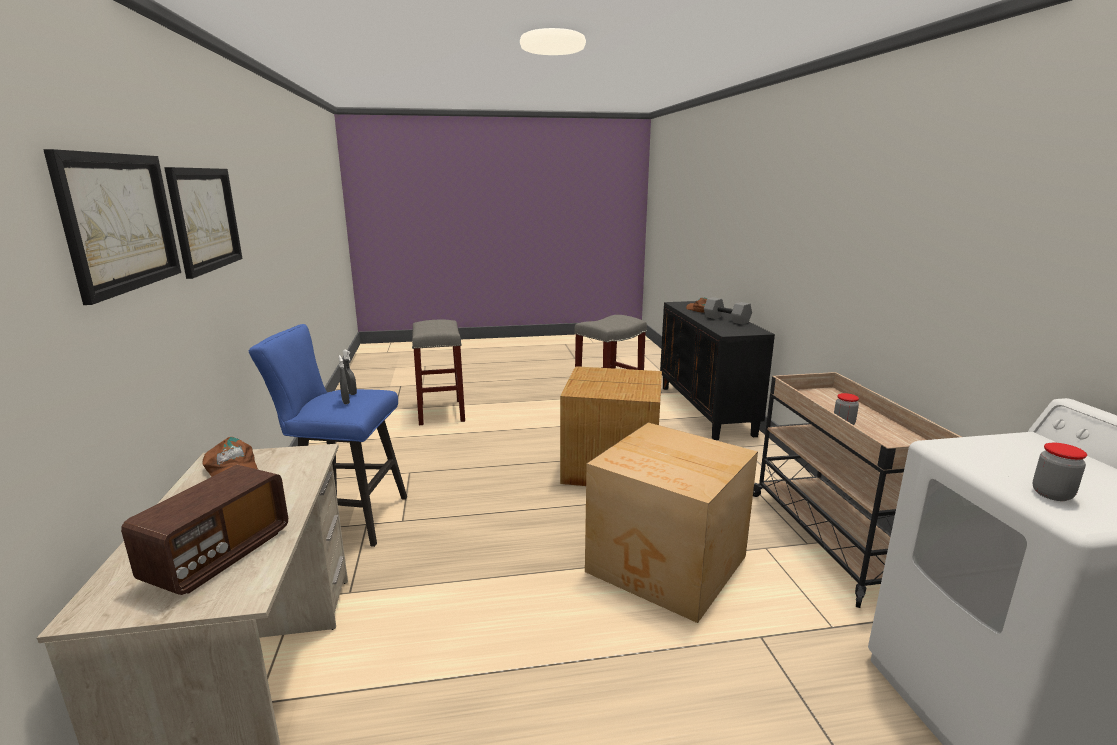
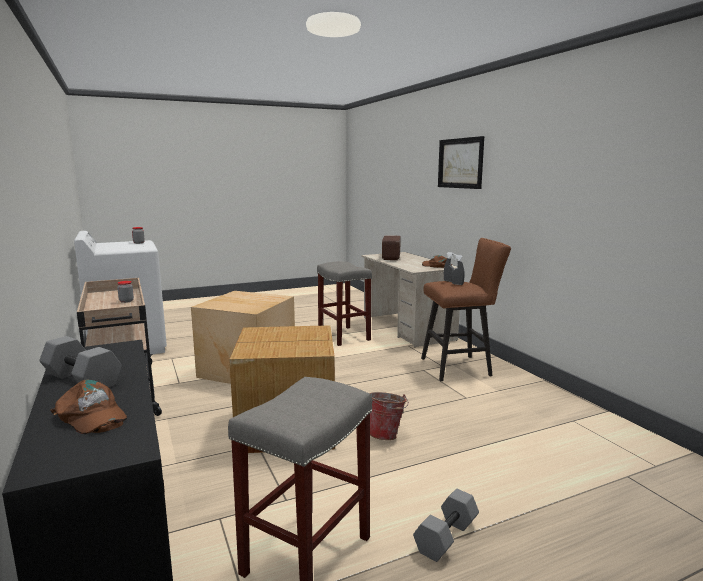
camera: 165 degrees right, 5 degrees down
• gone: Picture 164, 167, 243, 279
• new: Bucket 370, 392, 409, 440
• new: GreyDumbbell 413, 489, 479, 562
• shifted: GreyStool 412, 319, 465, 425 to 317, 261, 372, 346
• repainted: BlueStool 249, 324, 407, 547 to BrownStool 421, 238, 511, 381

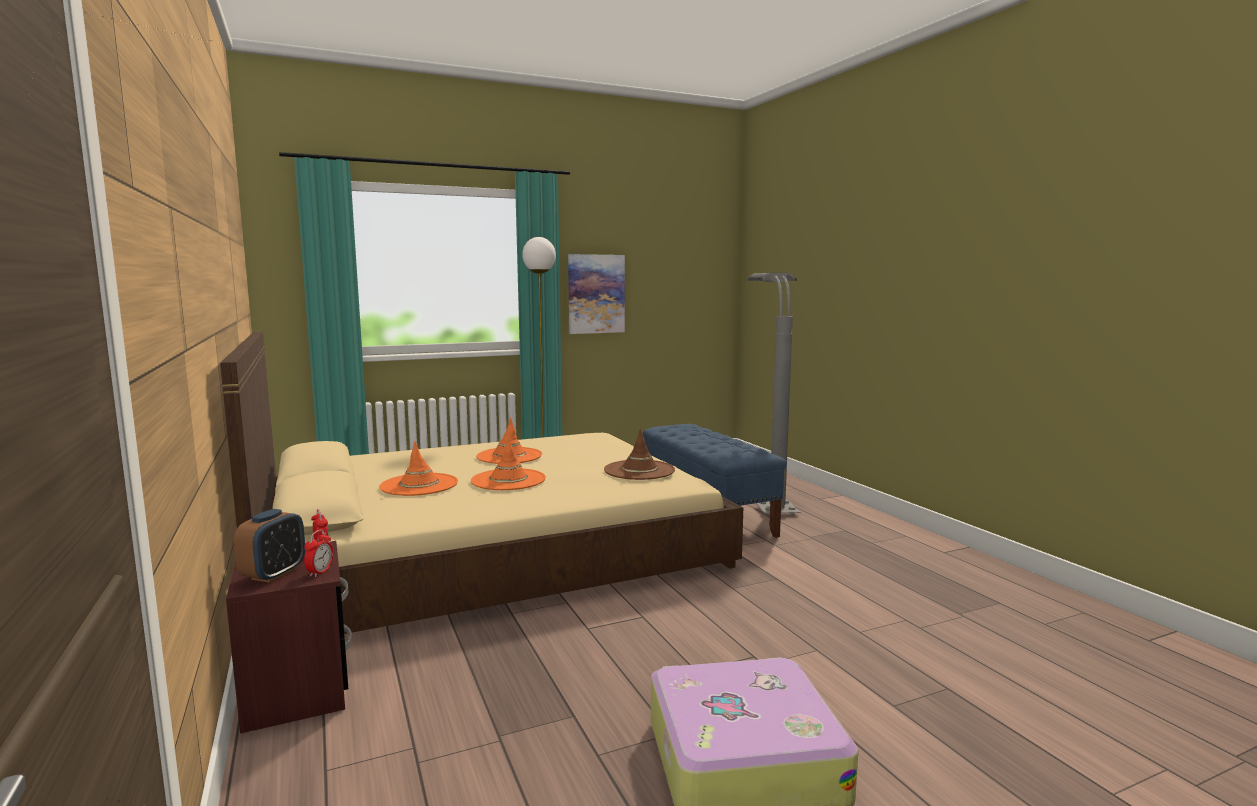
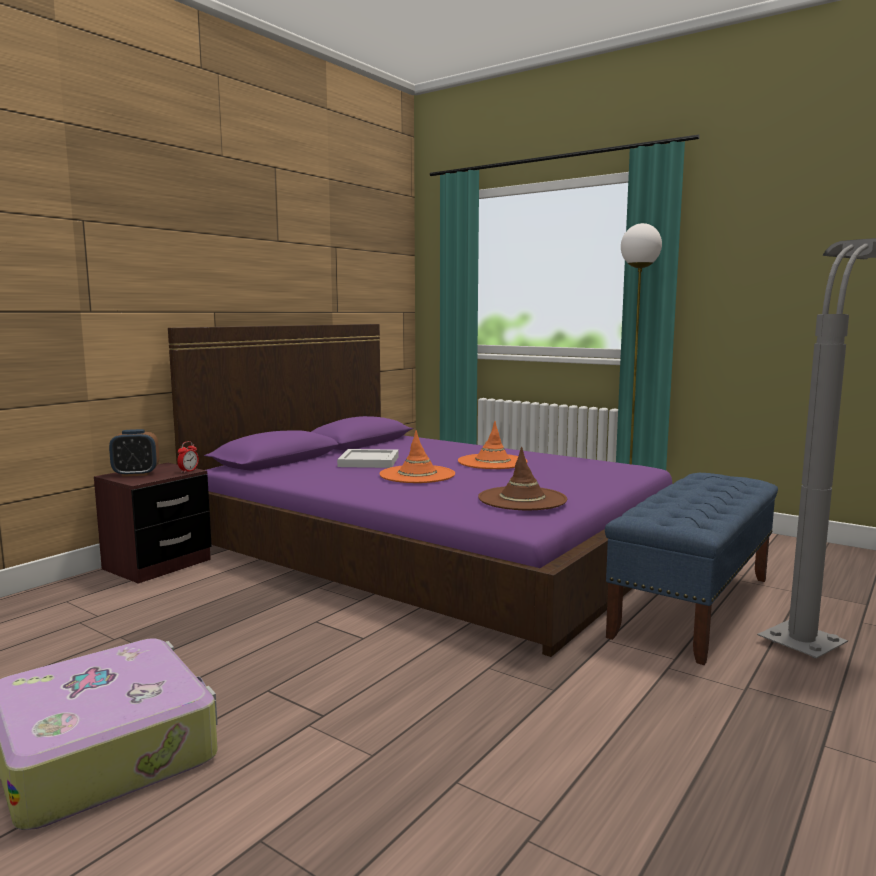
camera: 60 degrees right, 0 degrees up
• gone: AlarmClock 304, 530, 333, 577
• gone: Picture 568, 254, 625, 334
• swapped: OrangeHat 379, 441, 458, 496 to WhiteTray 337, 449, 399, 468
• repainted: BeigeBed 220, 332, 743, 634 to PurpleBed 168, 324, 673, 657

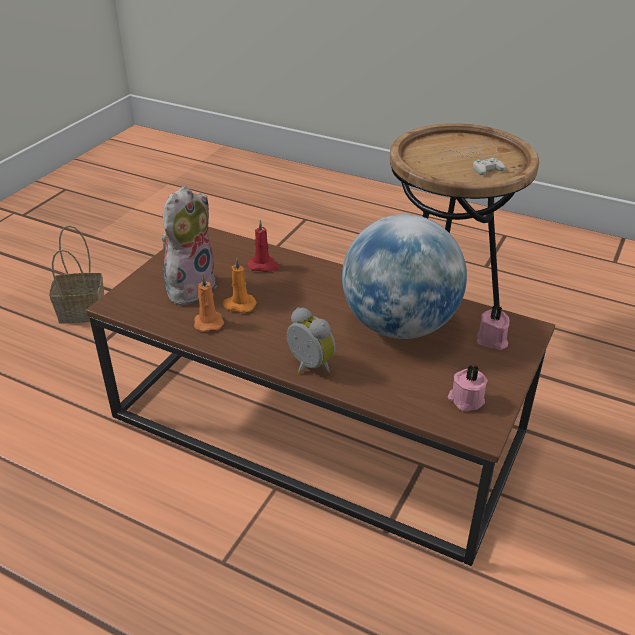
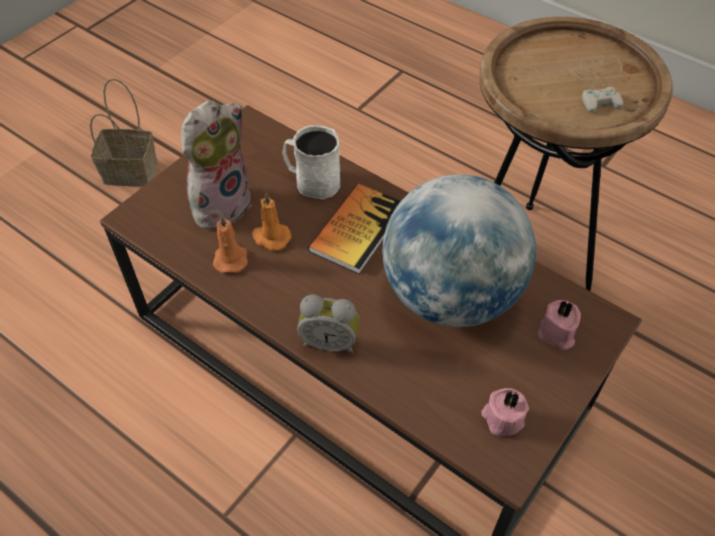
camera: 10 degrees right, 15 degrees up
• new: Book 308, 184, 401, 274
• swapped: RedCandle 247, 220, 280, 272 to WhiteMug 282, 125, 340, 200
• rotated: AlarmClock 287, 307, 336, 373 = 297, 294, 360, 354 135 degrees clockwise

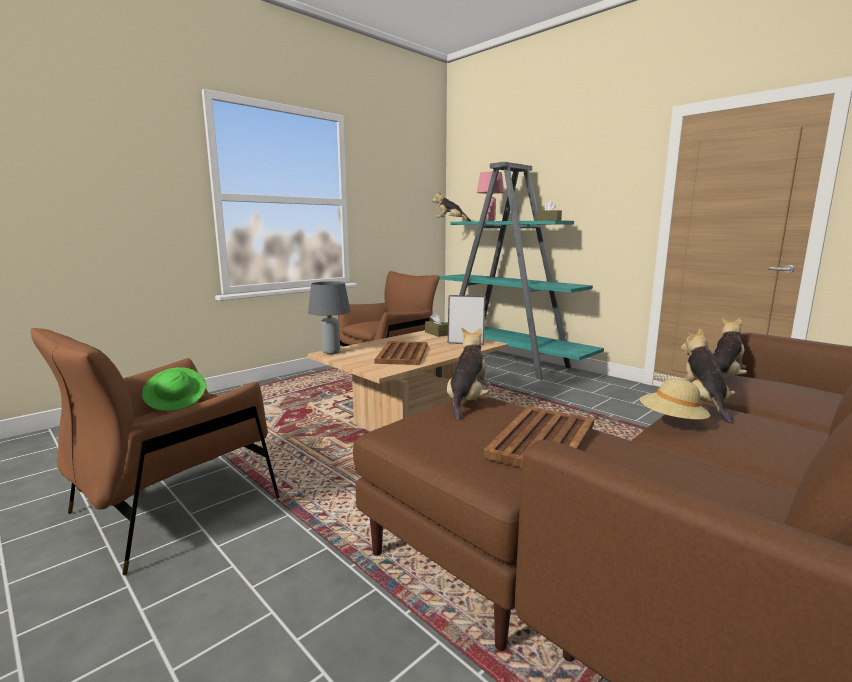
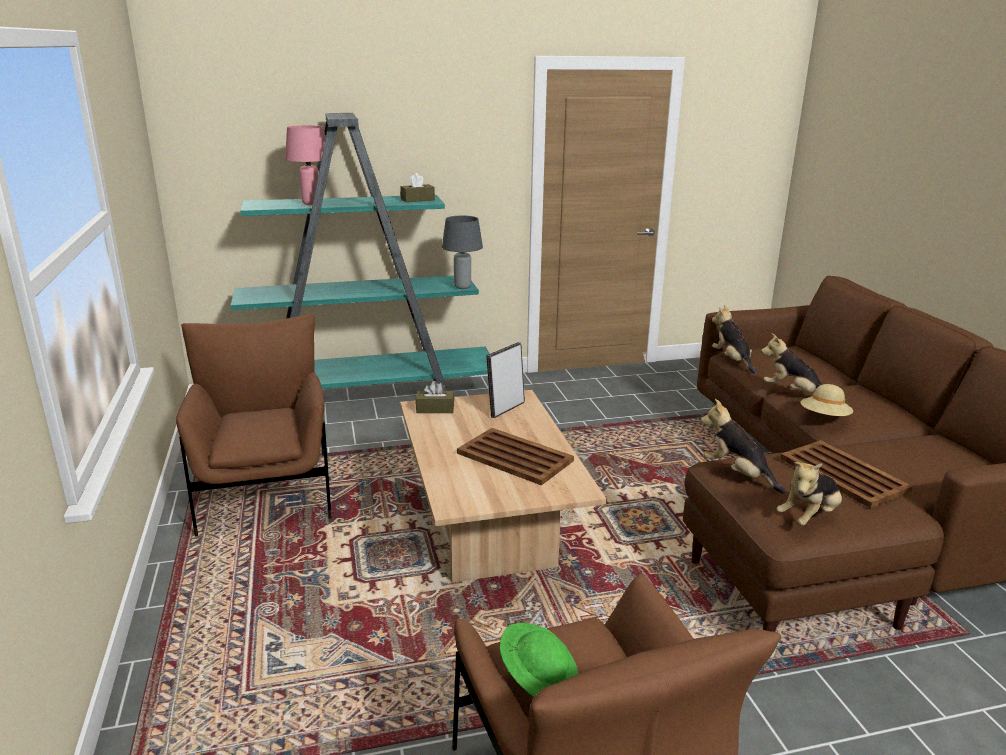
camera: 60 degrees left, 10 degrees up
• shifted: GreyTableLamp 308, 281, 351, 355 to 442, 215, 483, 289
• shifted: PlushToy 432, 191, 471, 221 to 777, 462, 842, 526

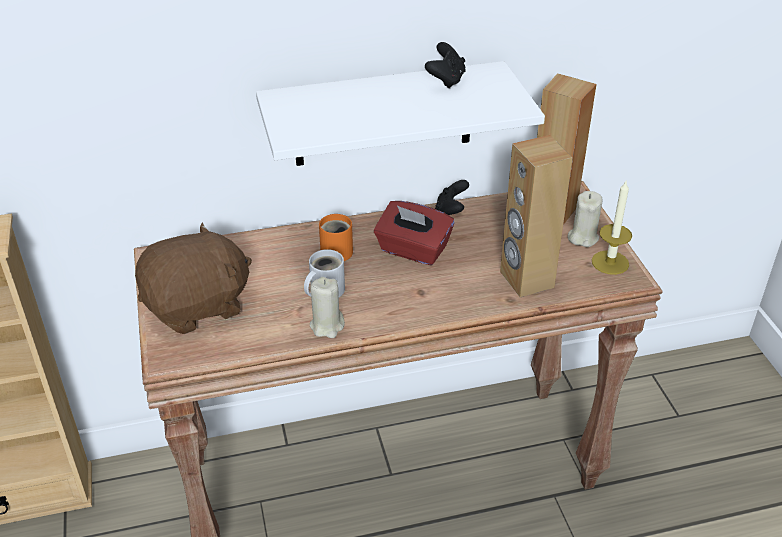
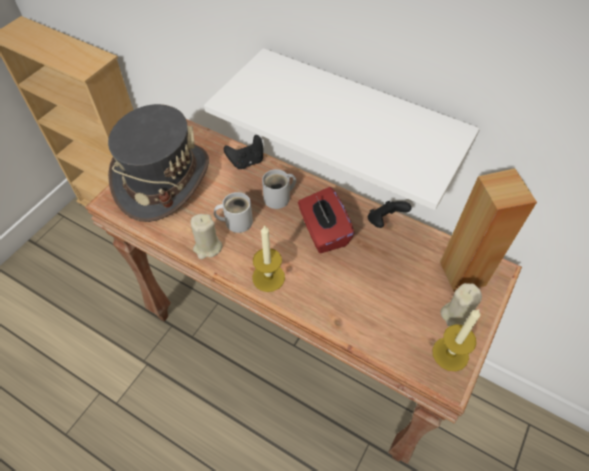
camera: 45 degrees right, 15 degrees up
• gone: BrownSpeaker 500, 135, 573, 297
• new: Candle 252, 225, 285, 292
• shifted: BlackGameController 425, 42, 466, 89 to 224, 135, 263, 169
• swapped: BrownPlushToy 135, 222, 252, 334 to GreyHat 108, 104, 209, 222
• repainted: OrangeMug 319, 214, 353, 261 to WhiteMug 262, 169, 296, 209

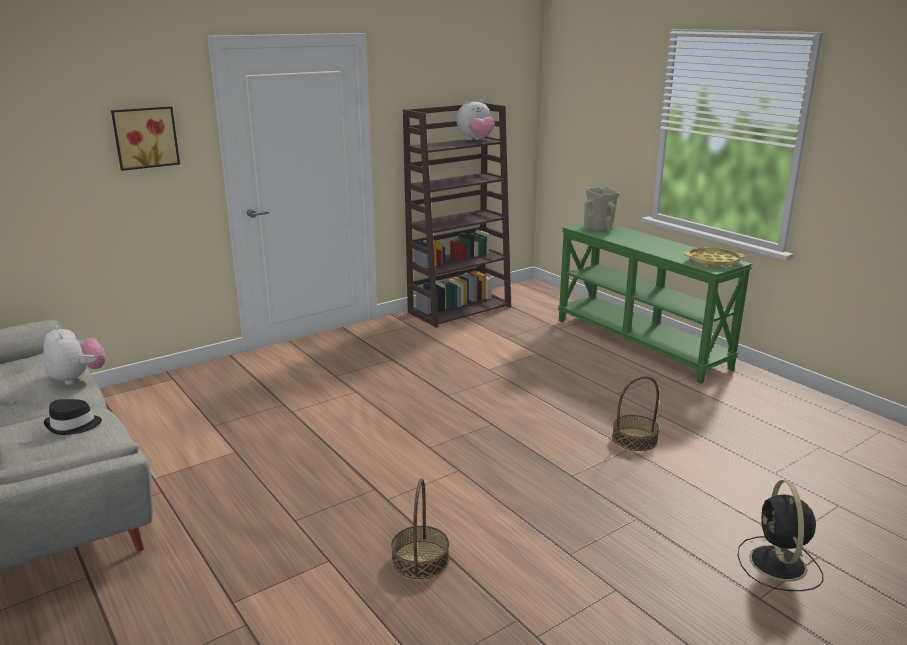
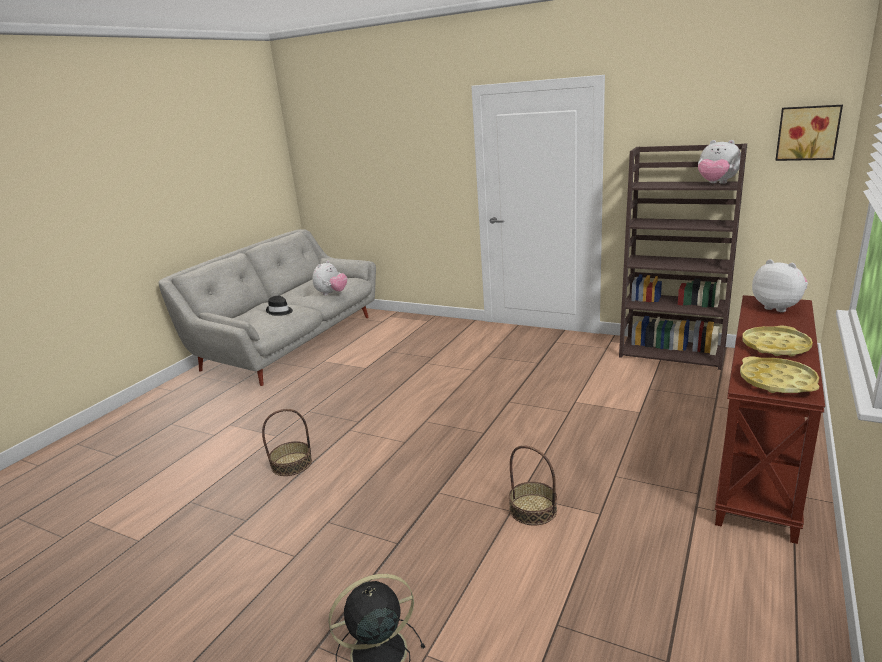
camera: 65 degrees right, 0 degrees up
• new: YellowTray 742, 326, 813, 356
• shifted: Picture 111, 106, 180, 171 to 775, 105, 843, 161
• swapped: BeigeVase 584, 187, 620, 232 to PlushToy 752, 259, 808, 312
• repainted: GreenConsoleTable 558, 223, 753, 384 to BrownConsoleTable 715, 295, 825, 544

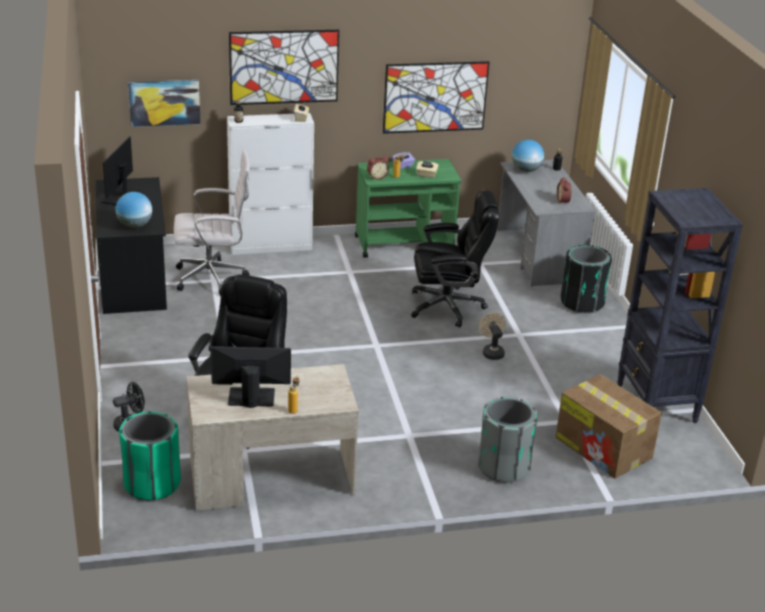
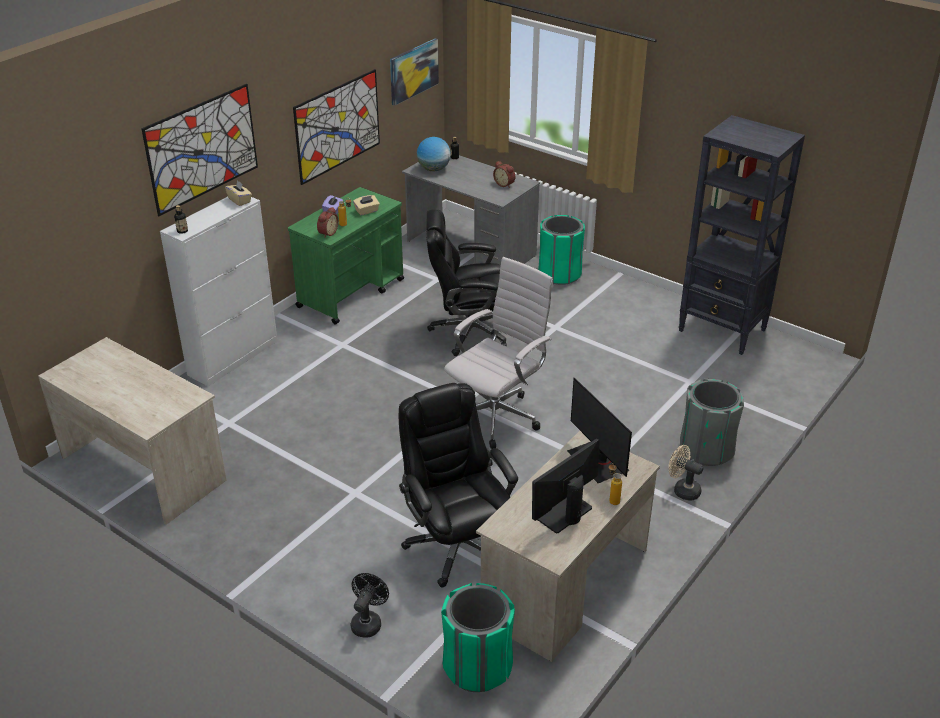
camera: 40 degrees left, 5 degrees up
• gone: Globe 116, 192, 152, 228
• gone: CardboardBox 556, 374, 662, 479
• shifted: Monitor 102, 136, 141, 205 to 567, 378, 632, 483
• shifted: Picture 128, 80, 201, 127 to 390, 38, 439, 106
• shifted: WhiteOfficeChair 174, 150, 250, 295 to 444, 257, 553, 449
• shifted: BeigeFan 479, 312, 506, 360 to 669, 445, 704, 501
• repainted: BlackDesk 96, 177, 167, 314 to BeigeDesk 38, 337, 227, 525
• repainted: BlackTrashCan 561, 245, 612, 314 to GreenTrashCan 538, 215, 585, 285
• rotated: BlackOfficeChair 411, 190, 499, 328 = 426, 209, 507, 356 135 degrees counterclockwise

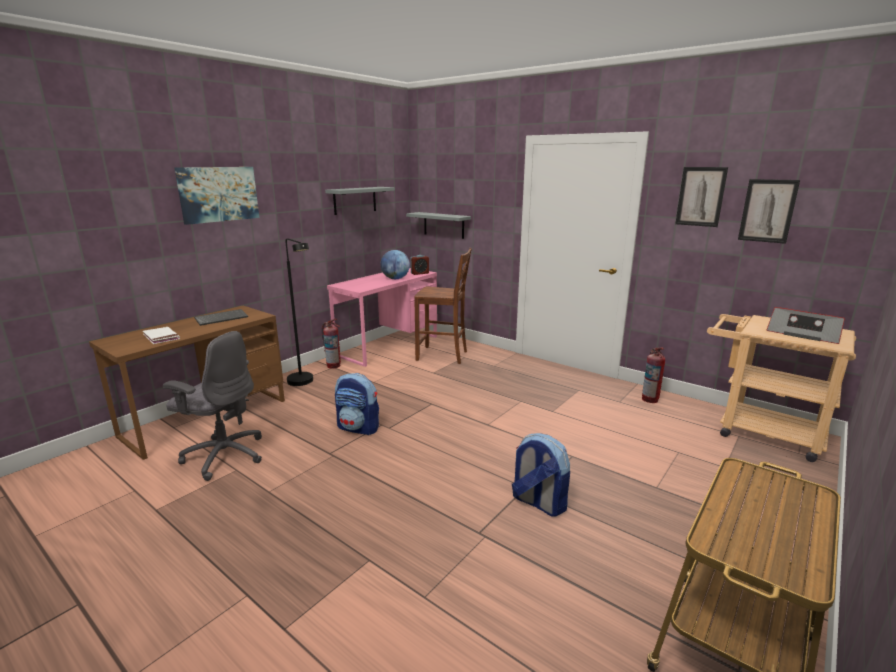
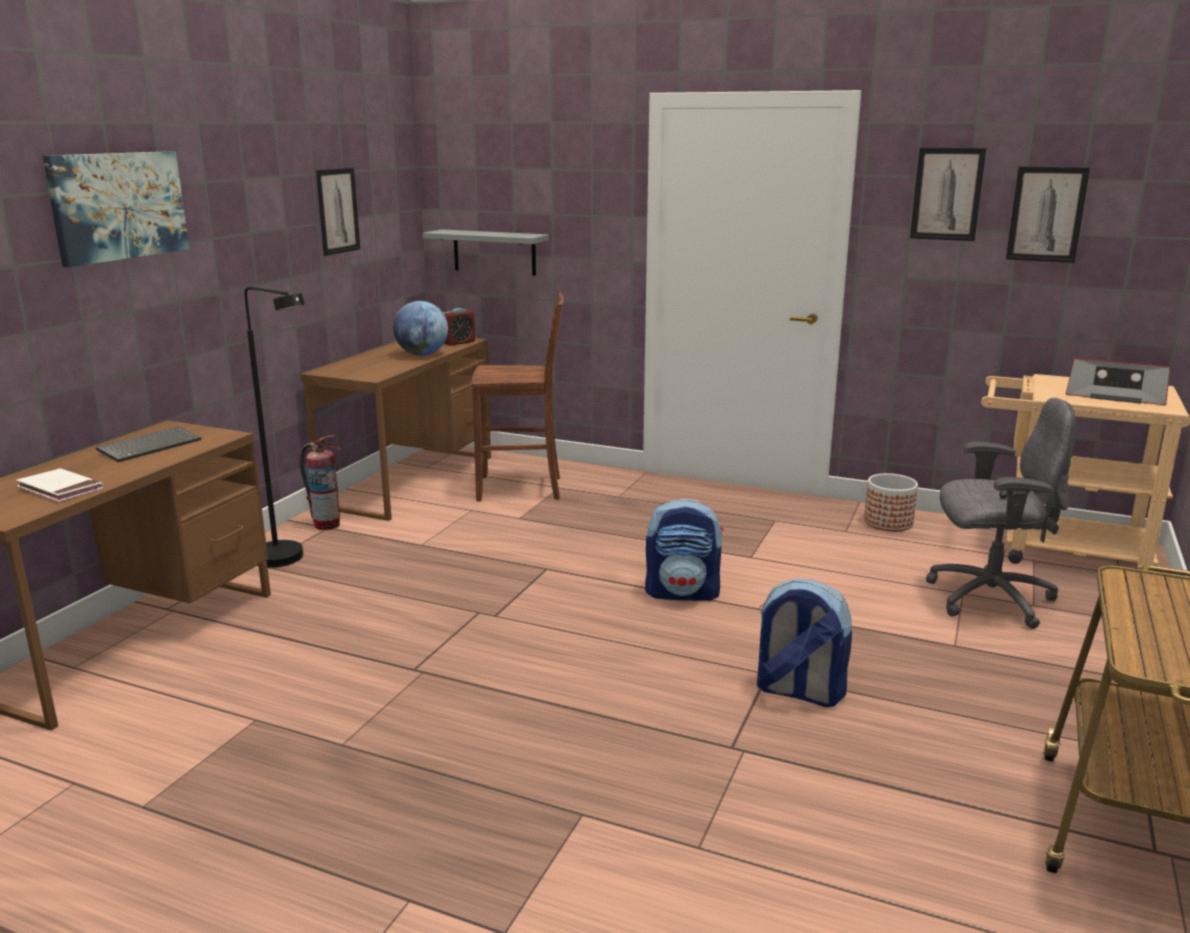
camera: 15 degrees left, 0 degrees up
• shifted: GreyOfficeChair 163, 331, 262, 481 to 926, 398, 1076, 629
• shifted: Backpack 335, 373, 379, 435 to 645, 498, 724, 601
• swapped: GreyShelf 325, 187, 395, 215 to Picture 316, 168, 360, 256
• swapped: FireExtinguisher 642, 347, 665, 403 to Planter 864, 473, 918, 531
• repainted: PinkDesk 327, 268, 437, 367 to BrownDesk 301, 338, 491, 521

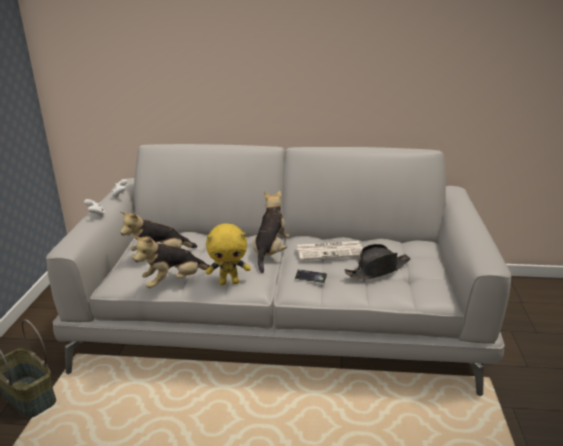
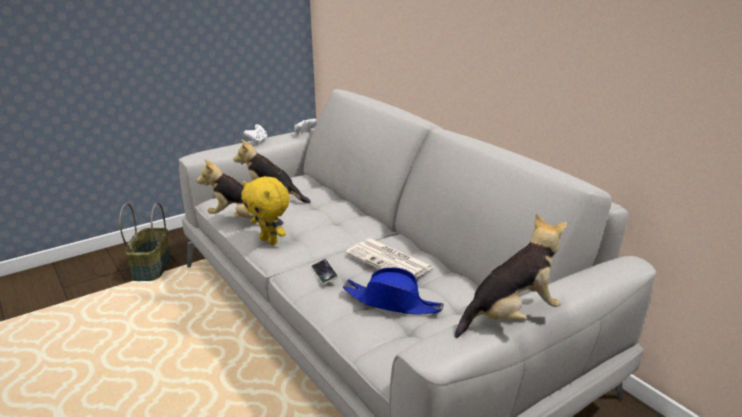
camera: 50 degrees right, 0 degrees up
• shifted: PlushToy 253, 190, 290, 273 to 455, 214, 567, 338
• repainted: BlackHat 344, 244, 411, 279 to BlueHat 343, 268, 444, 315

